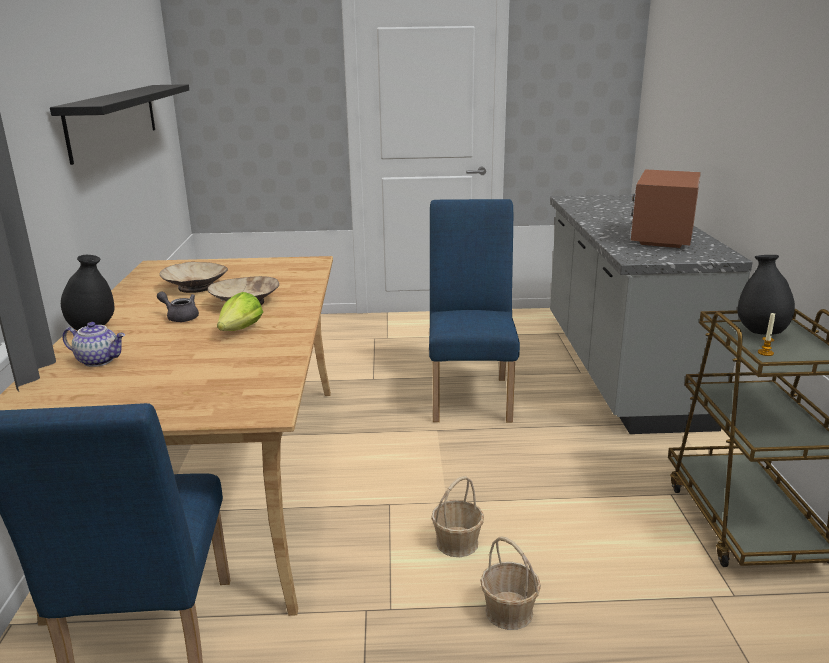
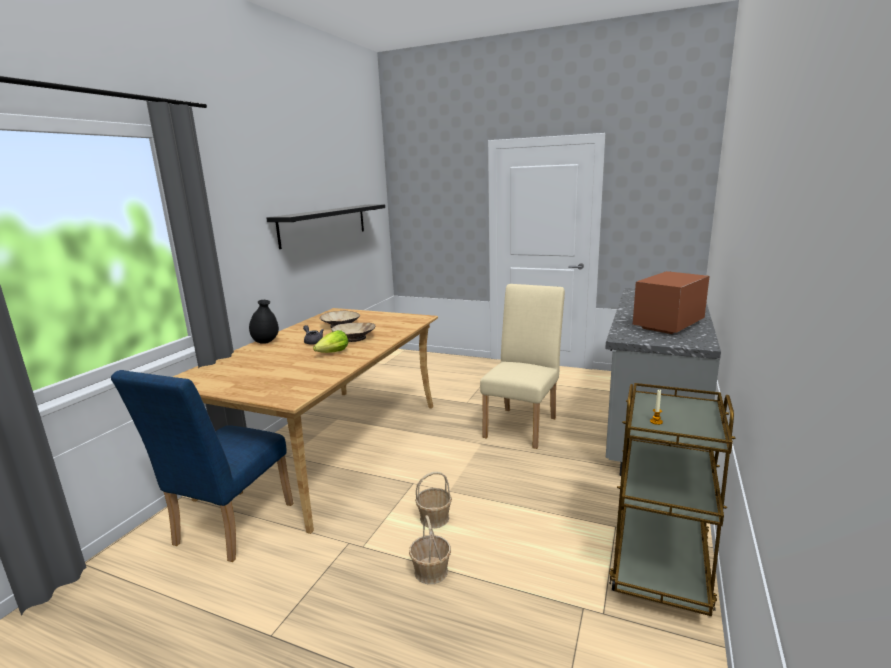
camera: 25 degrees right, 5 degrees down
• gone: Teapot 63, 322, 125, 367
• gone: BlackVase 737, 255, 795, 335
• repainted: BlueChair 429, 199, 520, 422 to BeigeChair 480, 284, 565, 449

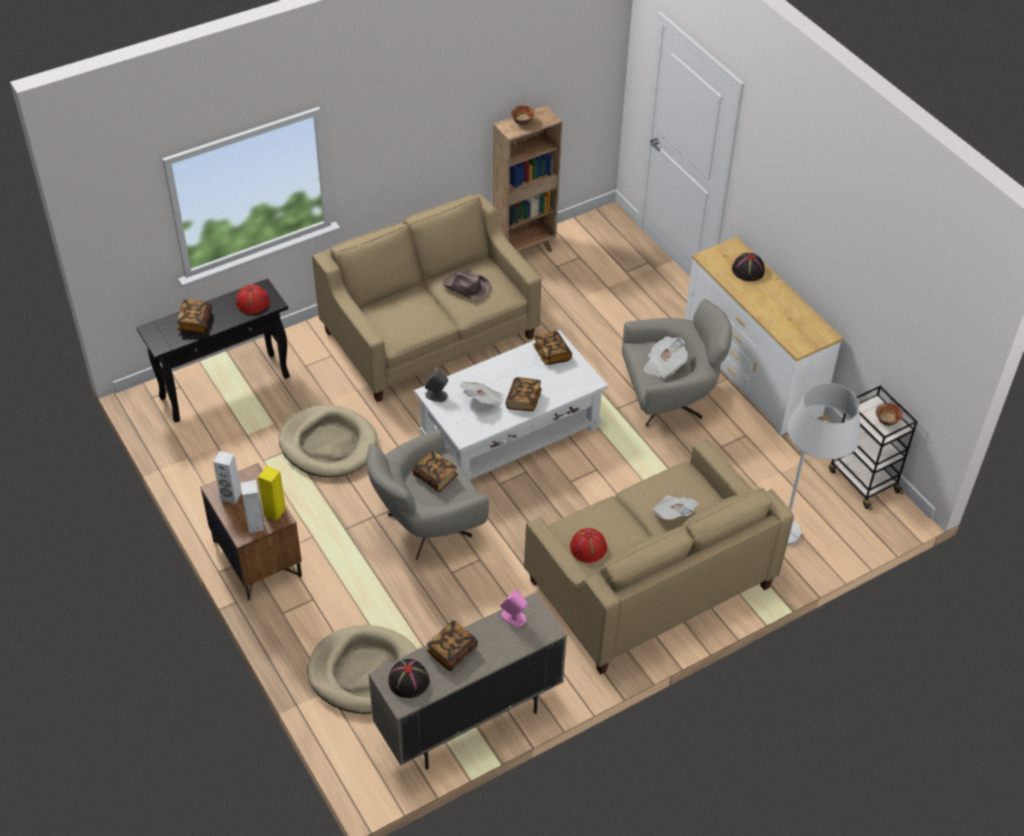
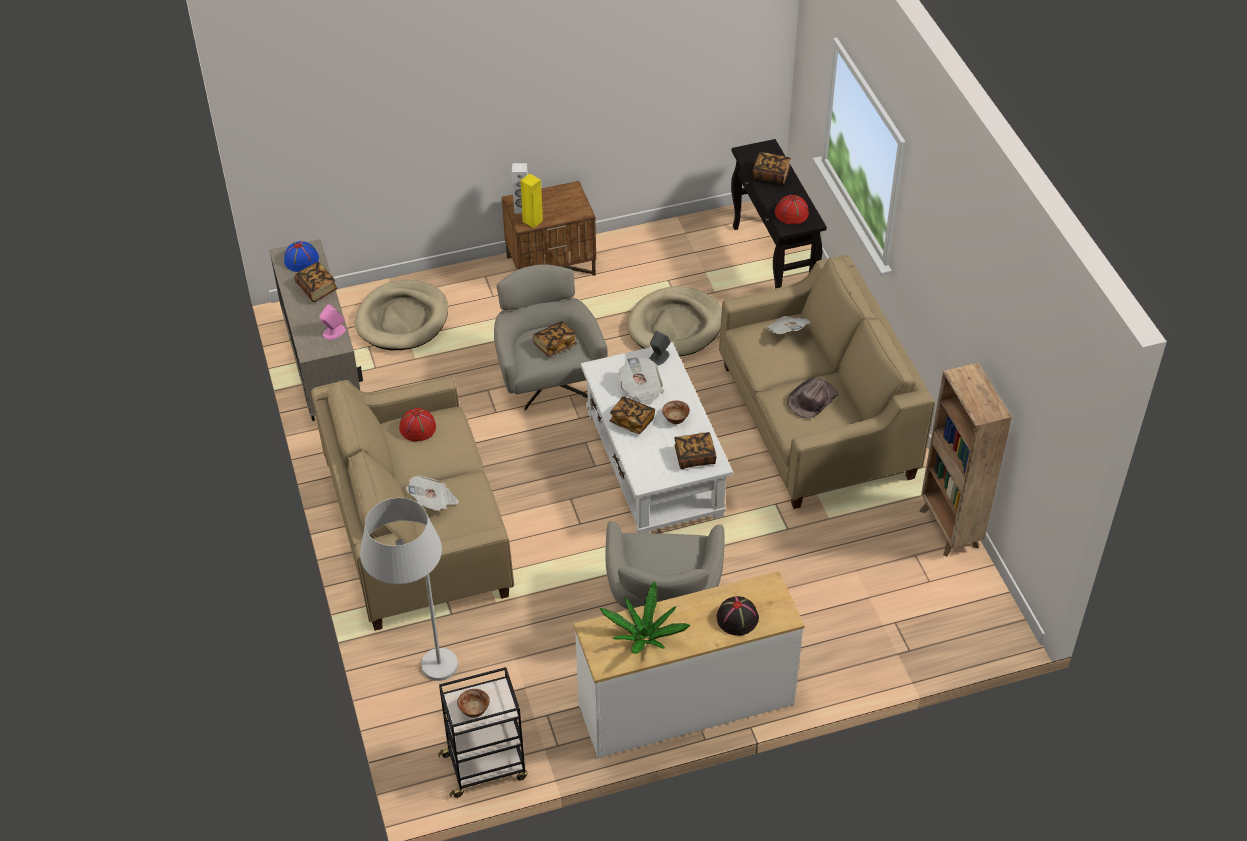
camera: 105 degrees right, 0 degrees up
• gone: WhiteSpeaker 213, 451, 242, 504
• new: PottedPlant 600, 581, 690, 654
• shifted: Bowl 511, 105, 535, 126 to 662, 400, 690, 424
• shifted: Newspaper 644, 336, 688, 379 to 765, 316, 810, 334
• repainted: BlackHat 388, 659, 430, 698 to BlueHat 284, 241, 319, 272

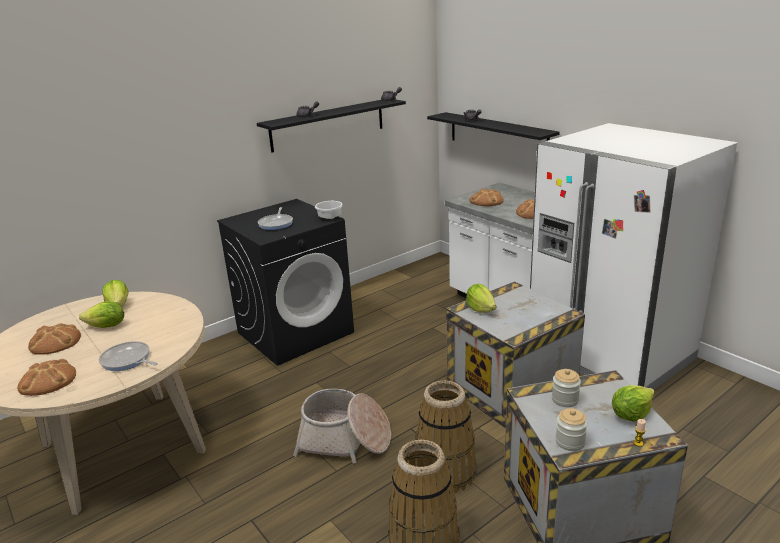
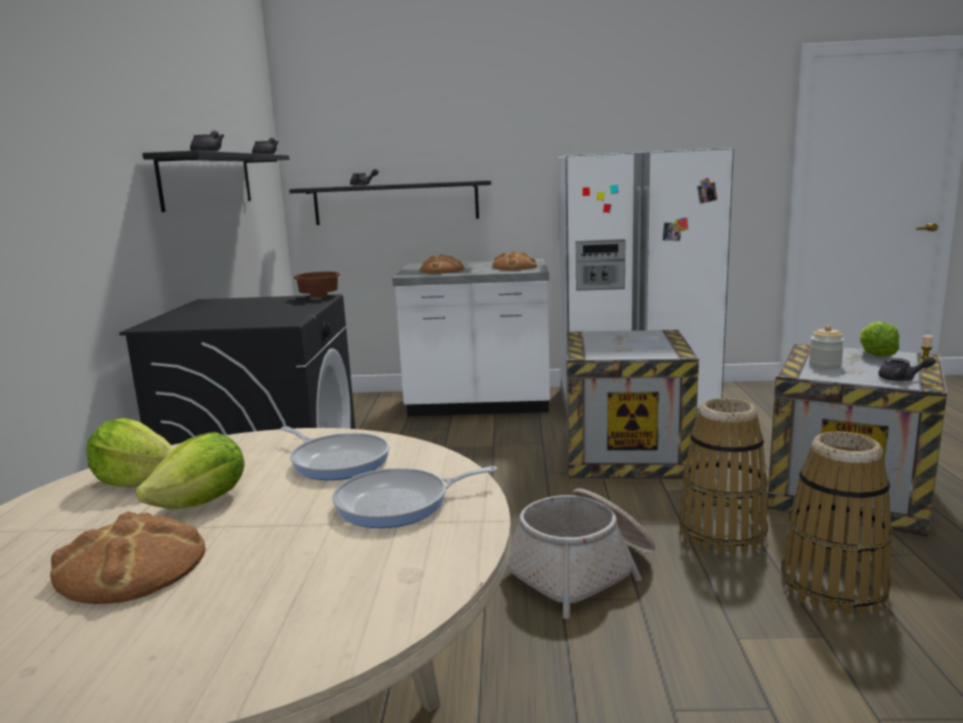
camera: 50 degrees left, 10 degrees down
• gone: Bread 17, 359, 76, 396
• gone: Lettuce 466, 284, 496, 313
• shifted: FryingPan 258, 207, 293, 230 to 281, 426, 390, 480
• swapped: Jar 555, 408, 588, 451 to GreyTeapot 879, 356, 936, 381
• repainted: WhiteBowl 315, 201, 343, 219 to BrownBowl 294, 271, 340, 297

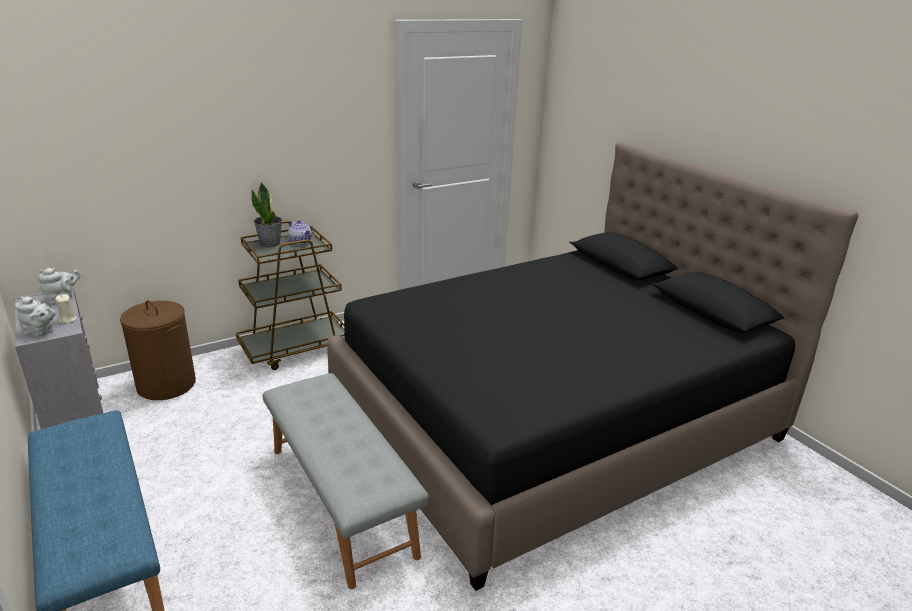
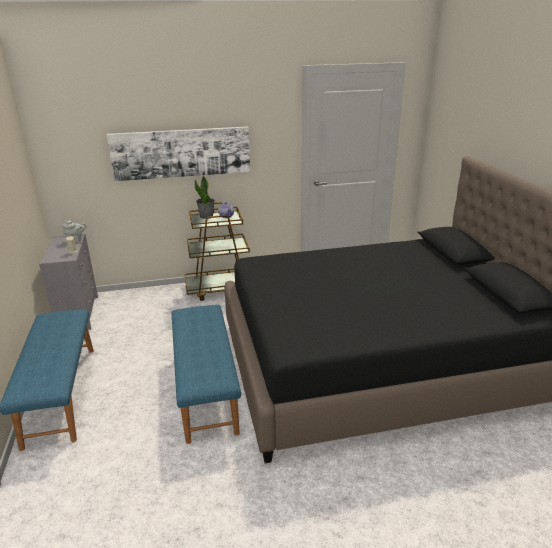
camera: 20 degrees right, 0 degrees up
• gone: GreyTeapot 15, 296, 56, 336
• gone: BrownLaundryBasket 120, 301, 196, 400
• new: Picture 107, 127, 250, 181
• repainted: GreyBench 263, 373, 429, 589 to BlueBench 172, 305, 241, 444

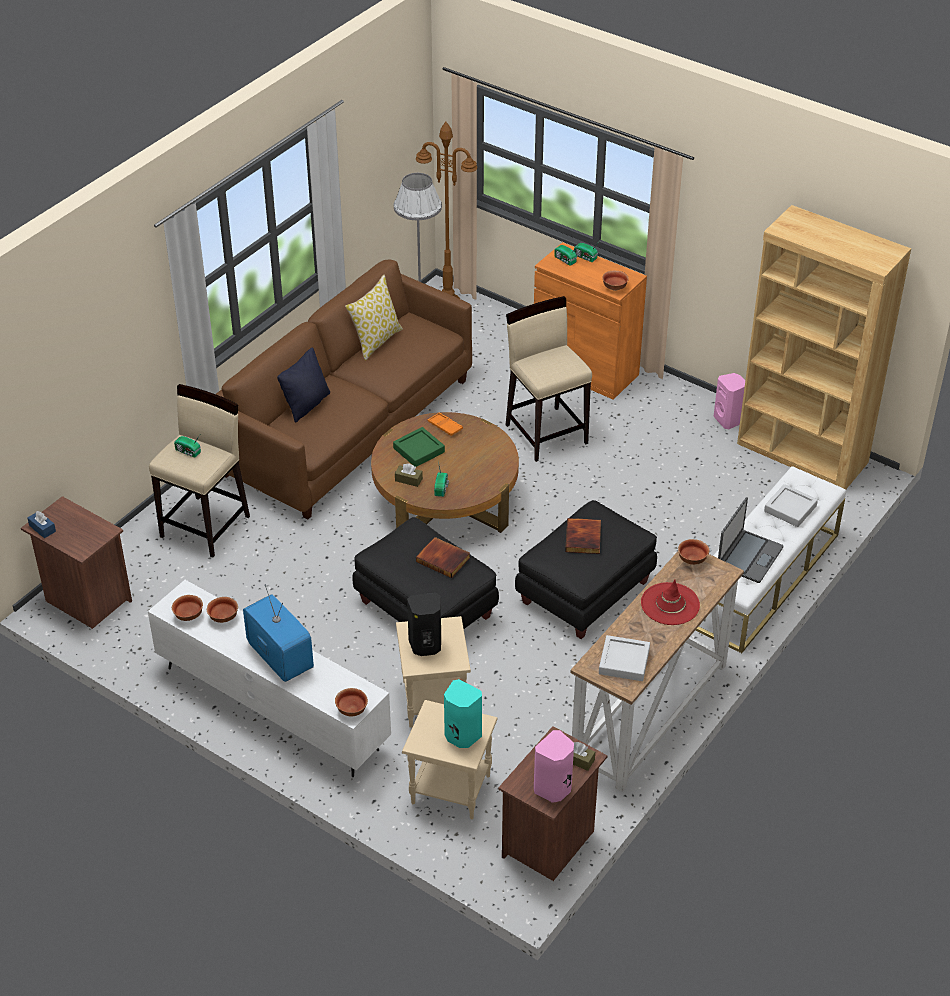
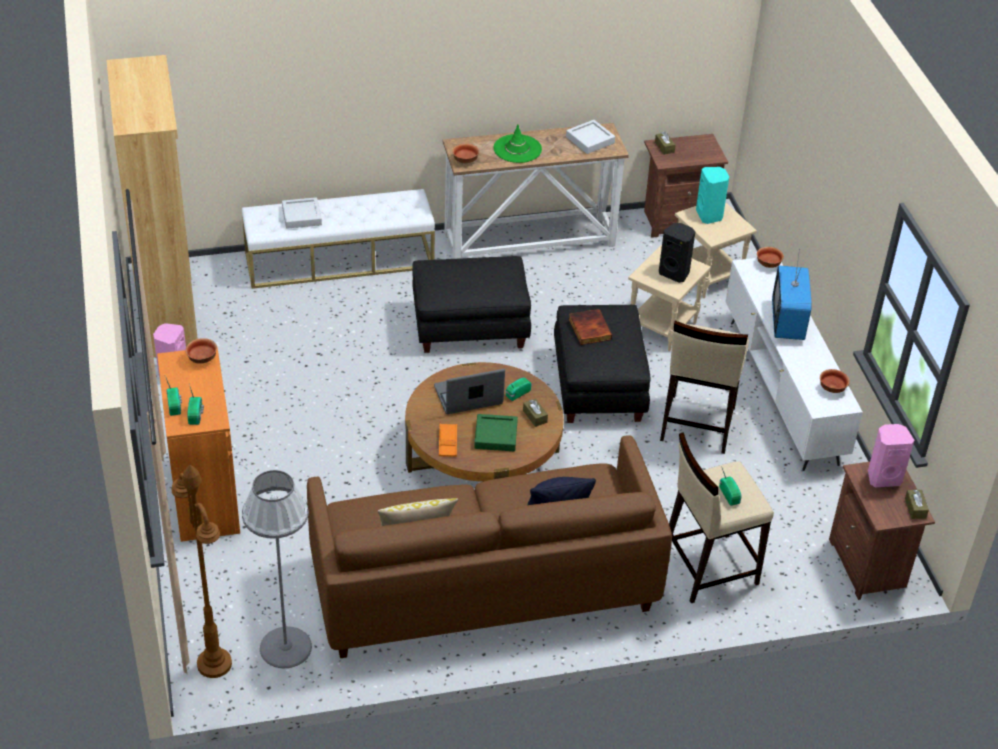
camera: 140 degrees left, 0 degrees up
• gone: Bowl 207, 597, 238, 623
• gone: Book 565, 518, 601, 554
• shifted: BeigeStool 506, 296, 592, 462 to 660, 321, 749, 454
• shifted: PinkSpeaker 534, 730, 574, 803 to 868, 424, 914, 487
• shifted: Laptop 718, 497, 783, 583 to 434, 369, 505, 414
• repainted: BlueTissueBox 27, 511, 56, 538 to BrownTissueBox 905, 490, 929, 519
• repainted: RedHat 641, 580, 700, 625 to GreenHat 494, 124, 542, 163

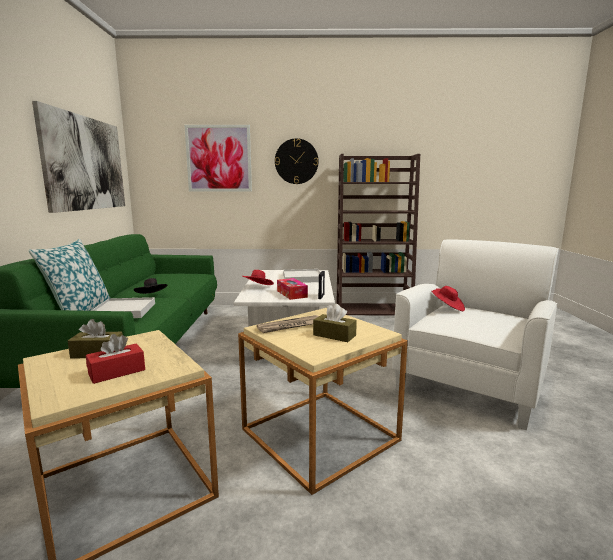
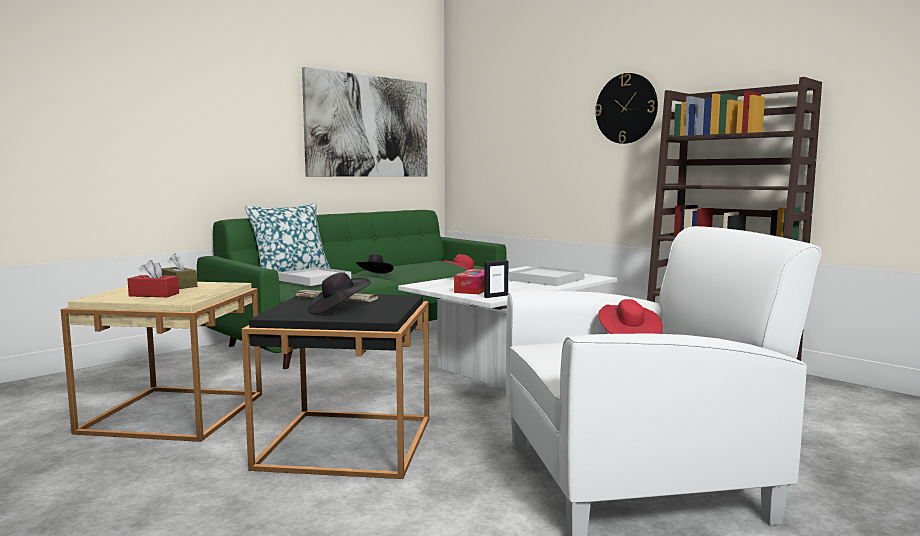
camera: 45 degrees right, 5 degrees down
• gone: Picture 184, 125, 252, 191
• swapped: BrownTissueBox 313, 304, 357, 342 to BlackHat 308, 272, 371, 314
• repainted: BeigeSideTable 238, 308, 408, 495 to BlackSideTable 242, 294, 429, 479

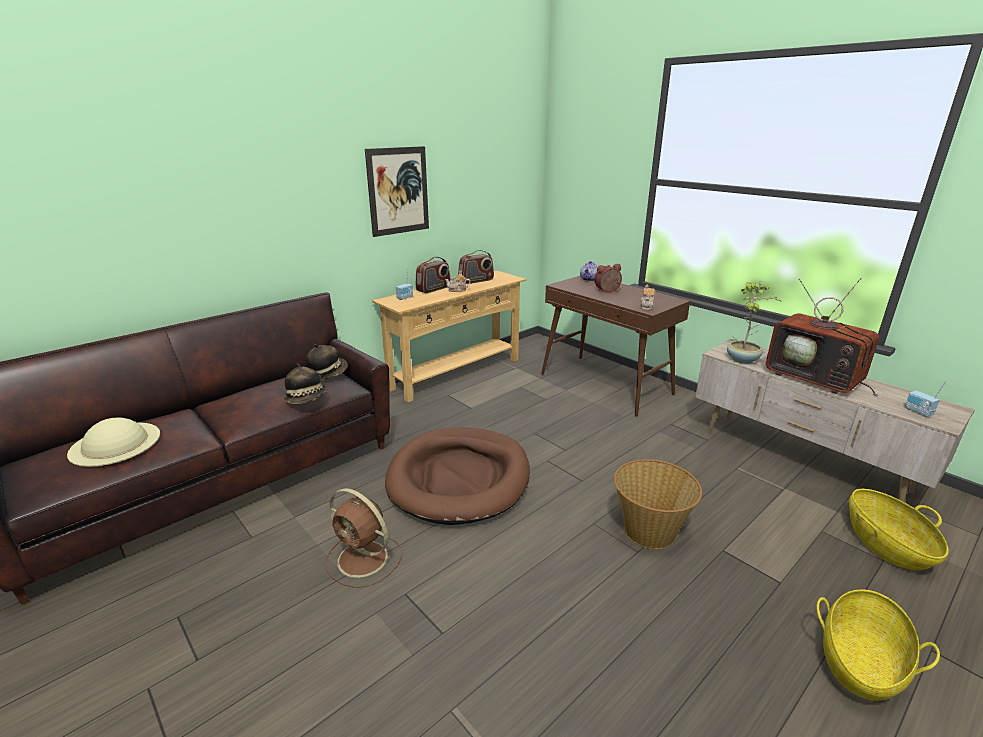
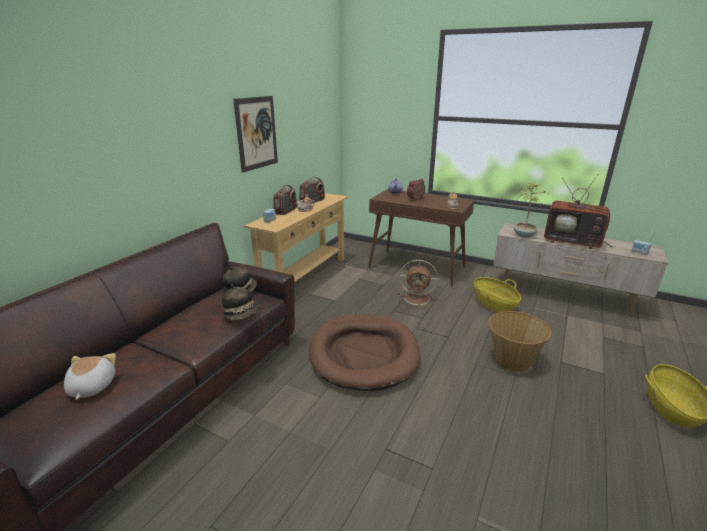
camera: 20 degrees left, 0 degrees up
• shifted: BrownFan 326, 488, 402, 588 to 398, 260, 438, 308
• shifted: Basket 849, 489, 949, 570 to 474, 277, 521, 312
• swapped: BeigeHat 67, 417, 160, 467 to PlushToy 64, 353, 116, 400

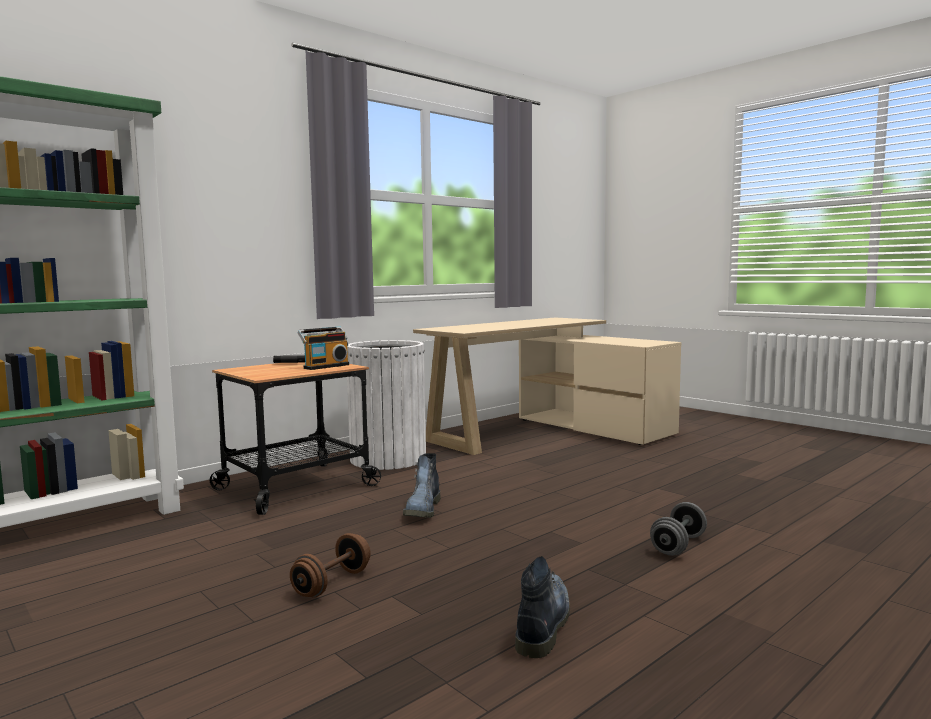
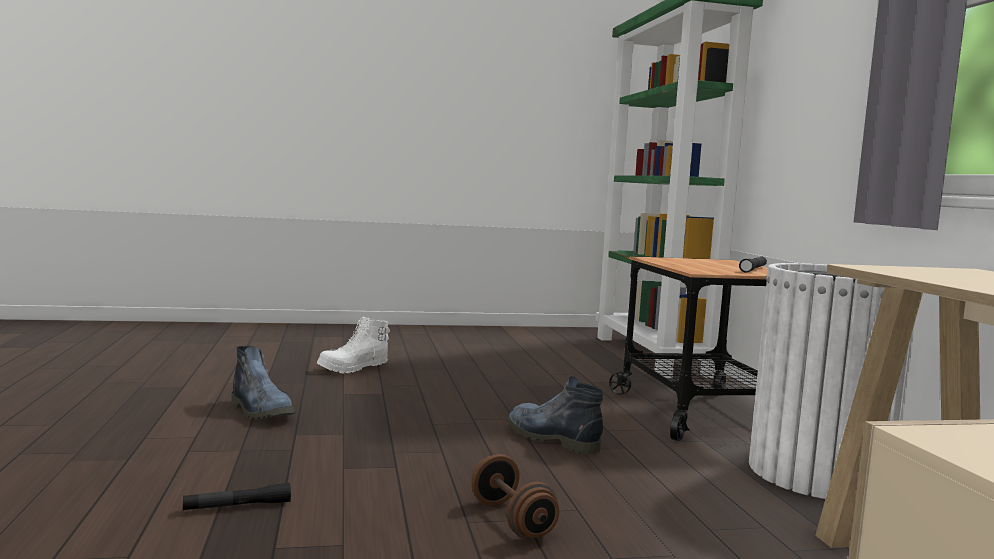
camera: 120 degrees right, 0 degrees up
• gone: Radio 298, 327, 349, 370
• new: WhiteBoot 317, 317, 390, 373
• shifted: BrownDumbbell 290, 533, 371, 597 to 472, 454, 559, 538
• swapped: GreyDumbbell 650, 502, 707, 556 to BlackFlashlight 183, 483, 291, 510

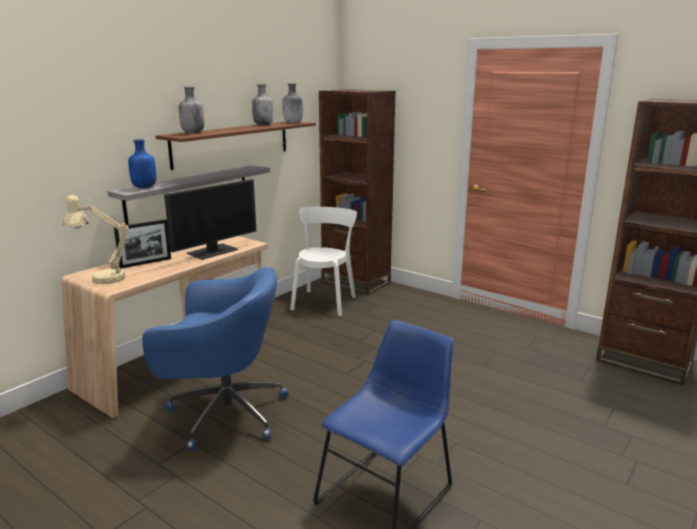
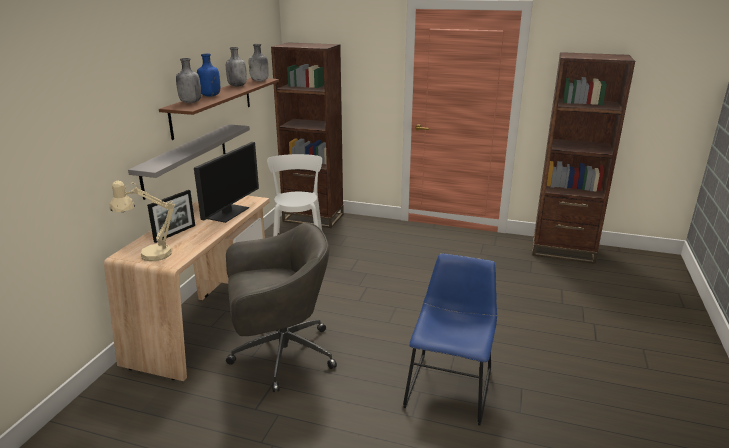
camera: 20 degrees left, 5 degrees up
• shifted: BlueBottle 128, 139, 156, 188 to 197, 54, 220, 97
• repainted: BlueOfficeChair 142, 267, 289, 451 to GreyOfficeChair 226, 223, 337, 392

